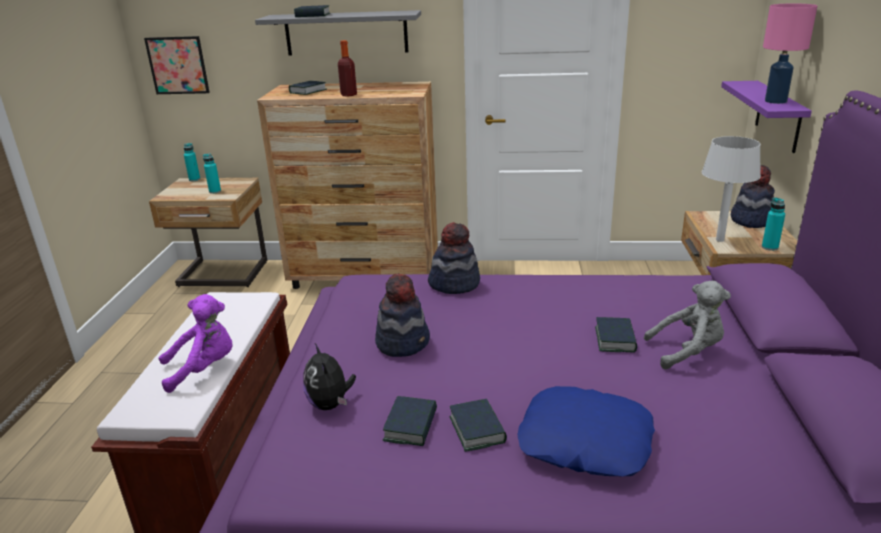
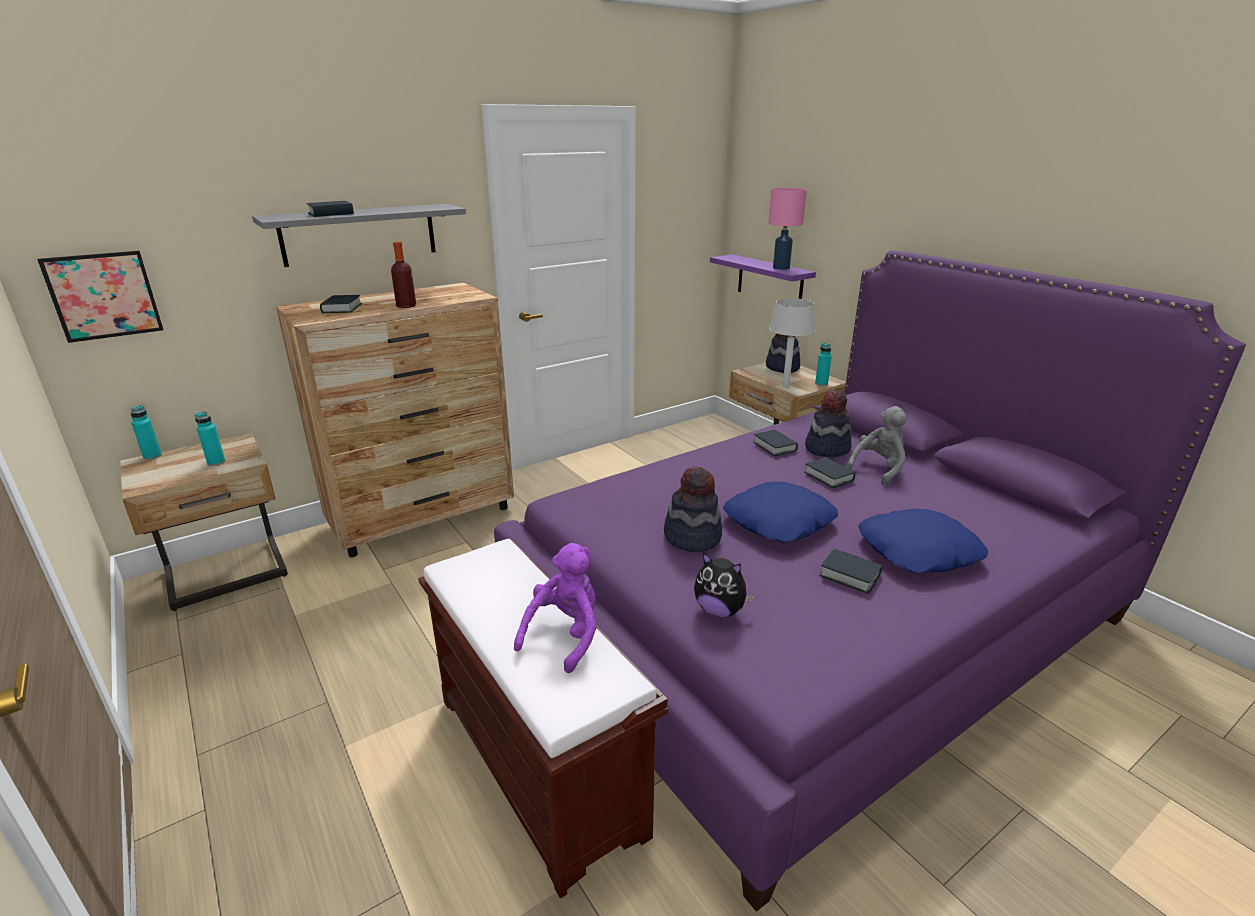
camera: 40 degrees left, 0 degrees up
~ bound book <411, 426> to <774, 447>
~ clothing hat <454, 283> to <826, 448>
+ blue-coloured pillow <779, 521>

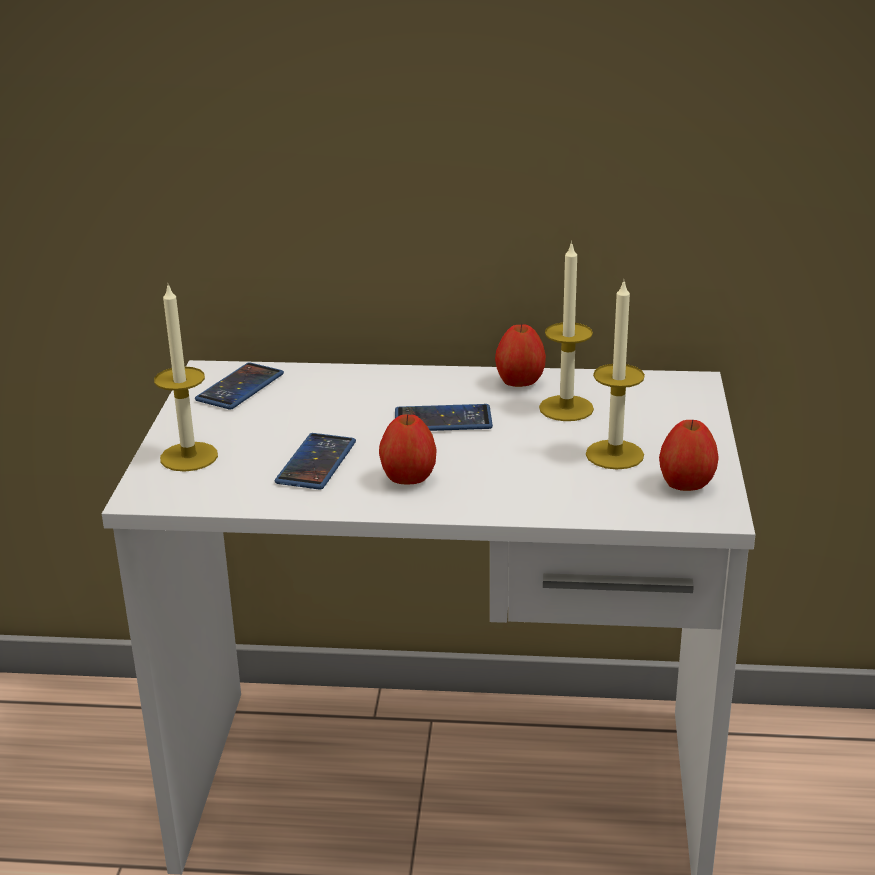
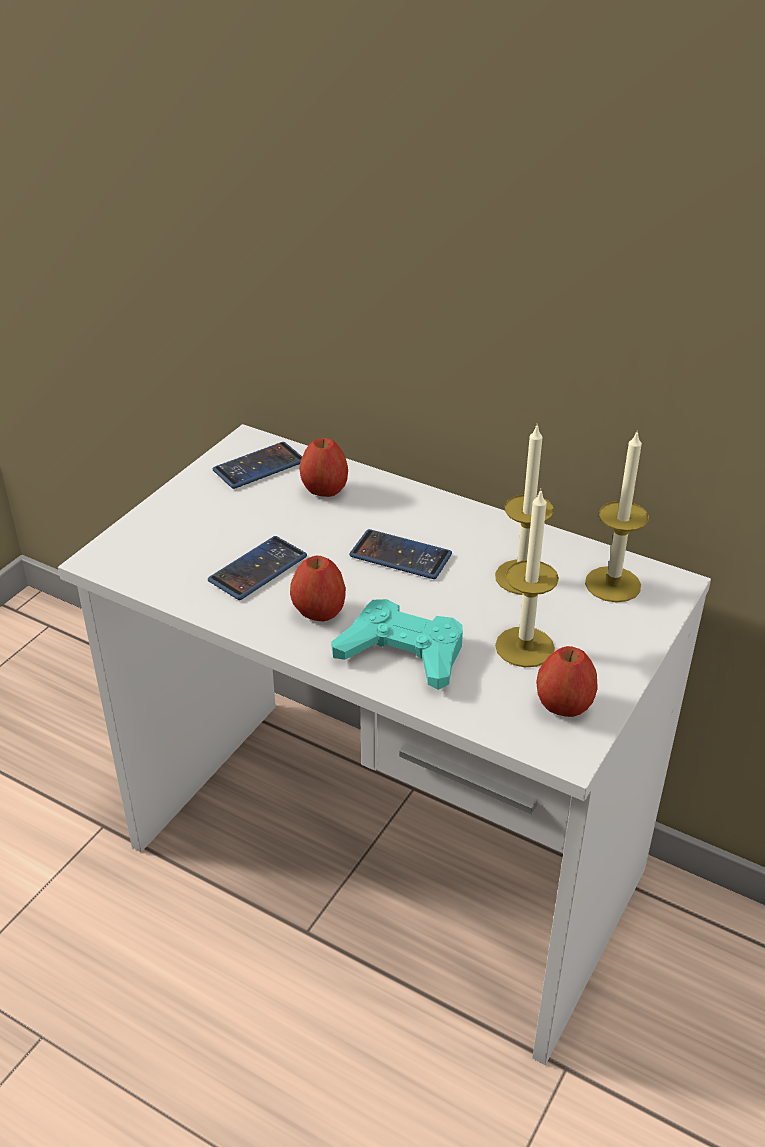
camera: 25 degrees right, 10 degrees up
~ wax candle <189, 457> to <612, 584>
~ whole apple <519, 383> to <324, 491>
+ turquoise-coloured game controller <402, 652>

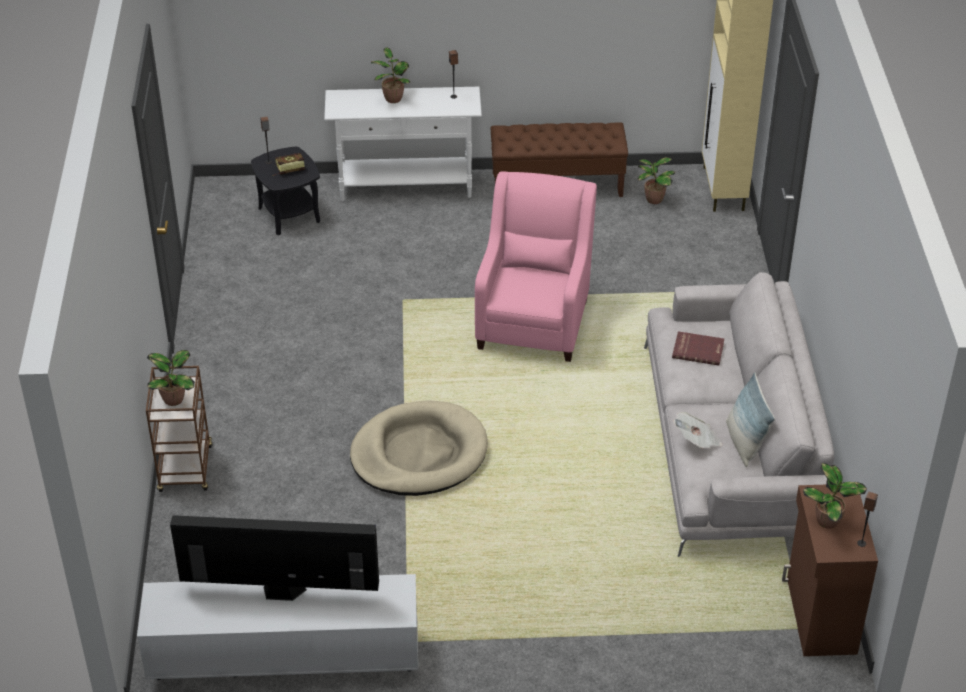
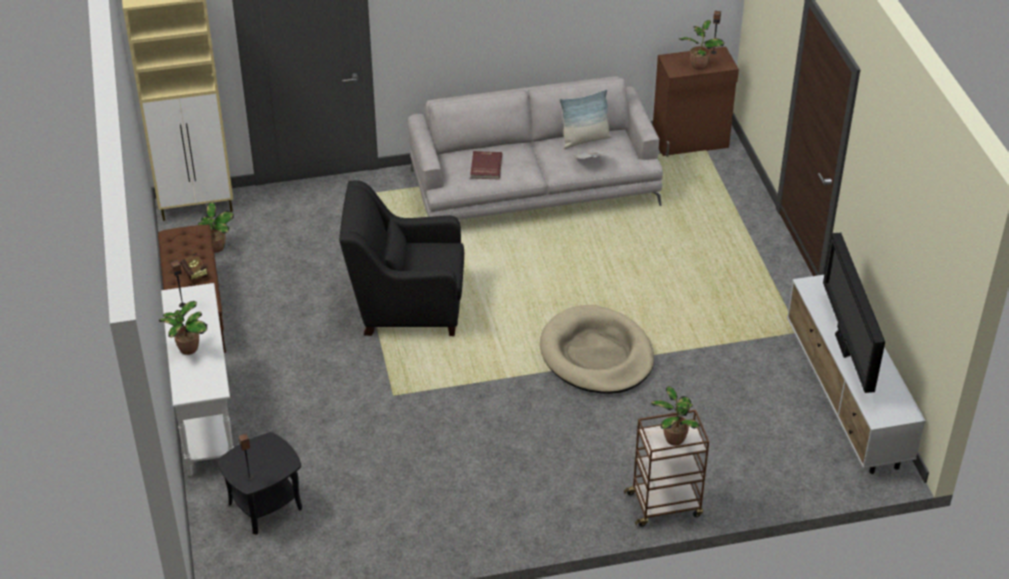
camera: 100 degrees left, 0 degrees up
~ bound book <287, 170> to <196, 276>
~ pink lounge chair <534, 320> to blackish lounge chair <407, 306>

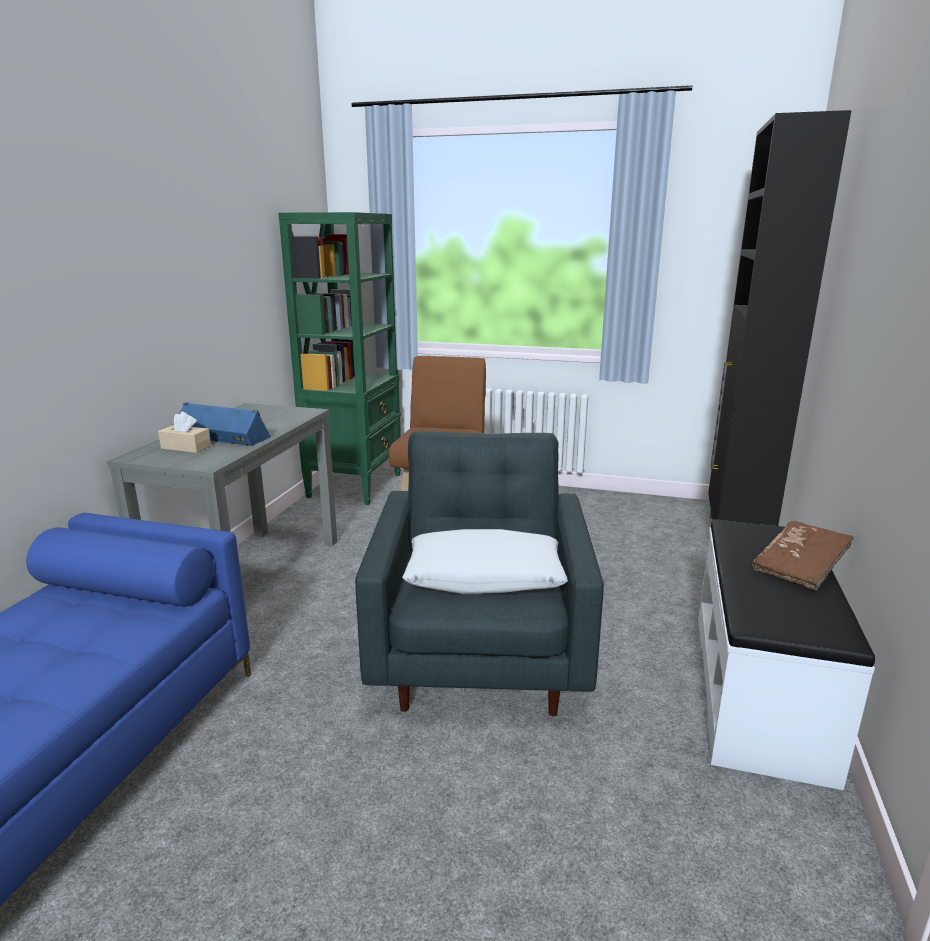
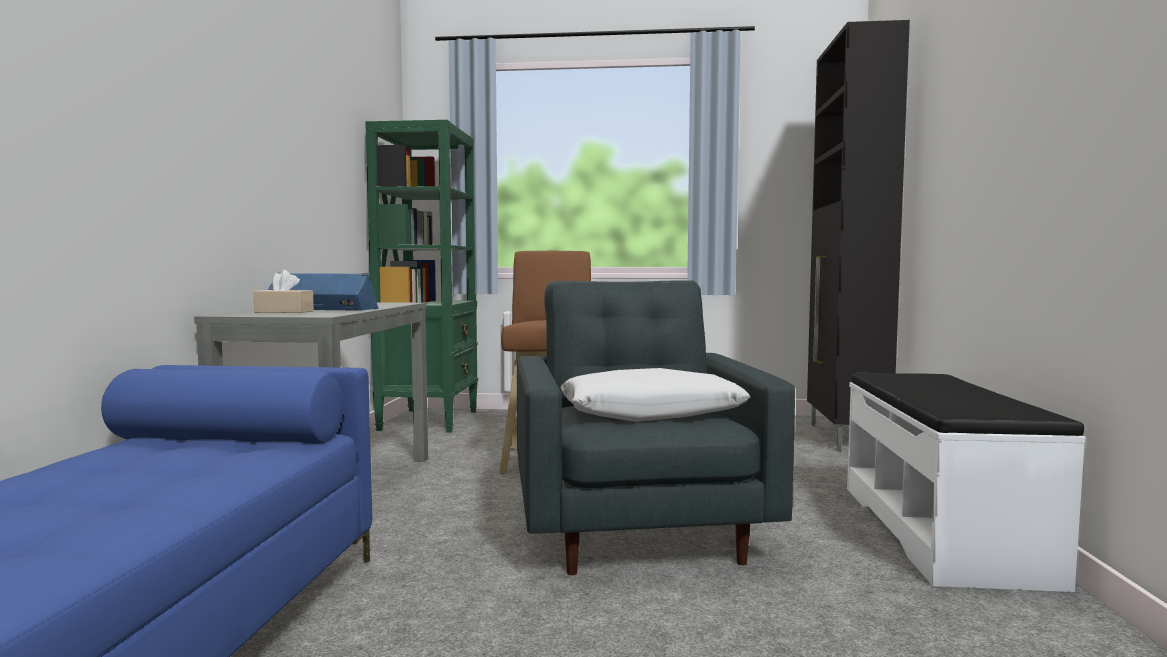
camera: 10 degrees left, 15 degrees down
- brown-coloured bound book <800, 568>

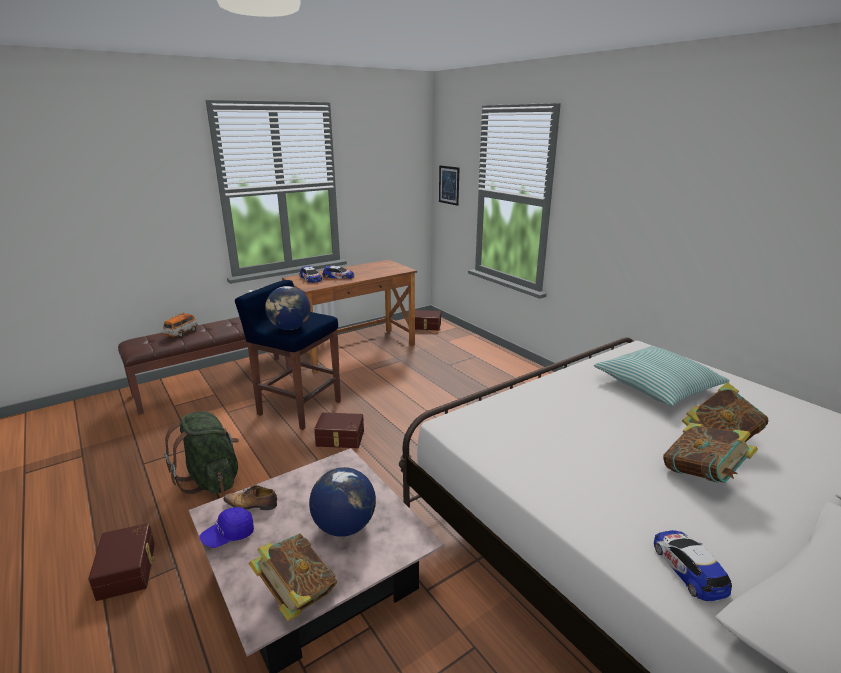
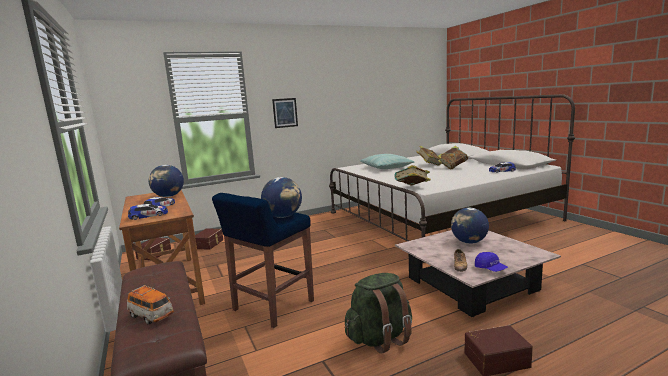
camera: 80 degrees left, 10 degrees down
~ bound book <296, 594> to <412, 188>
~ brown-coloured storage bin <340, 439> to <209, 244>
~ wall picture <449, 185> to <285, 113>
+ desk globe <168, 196>

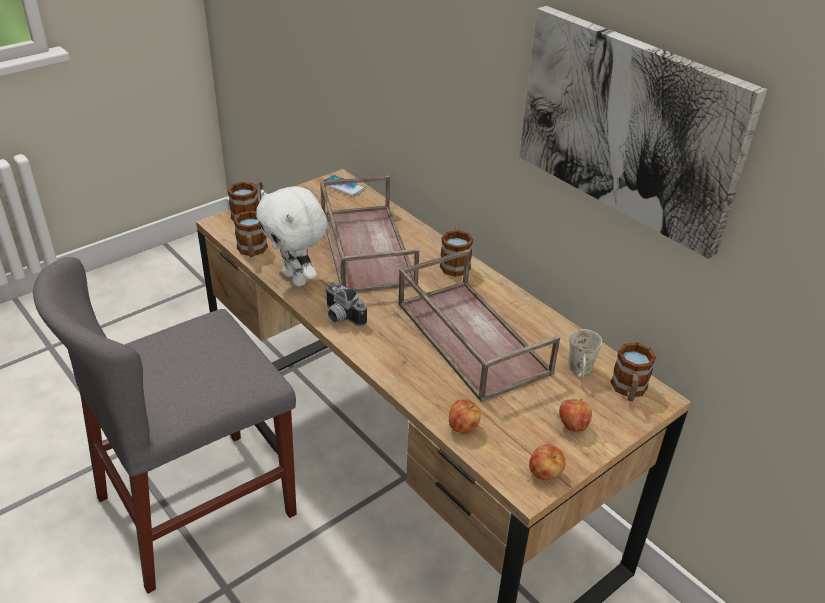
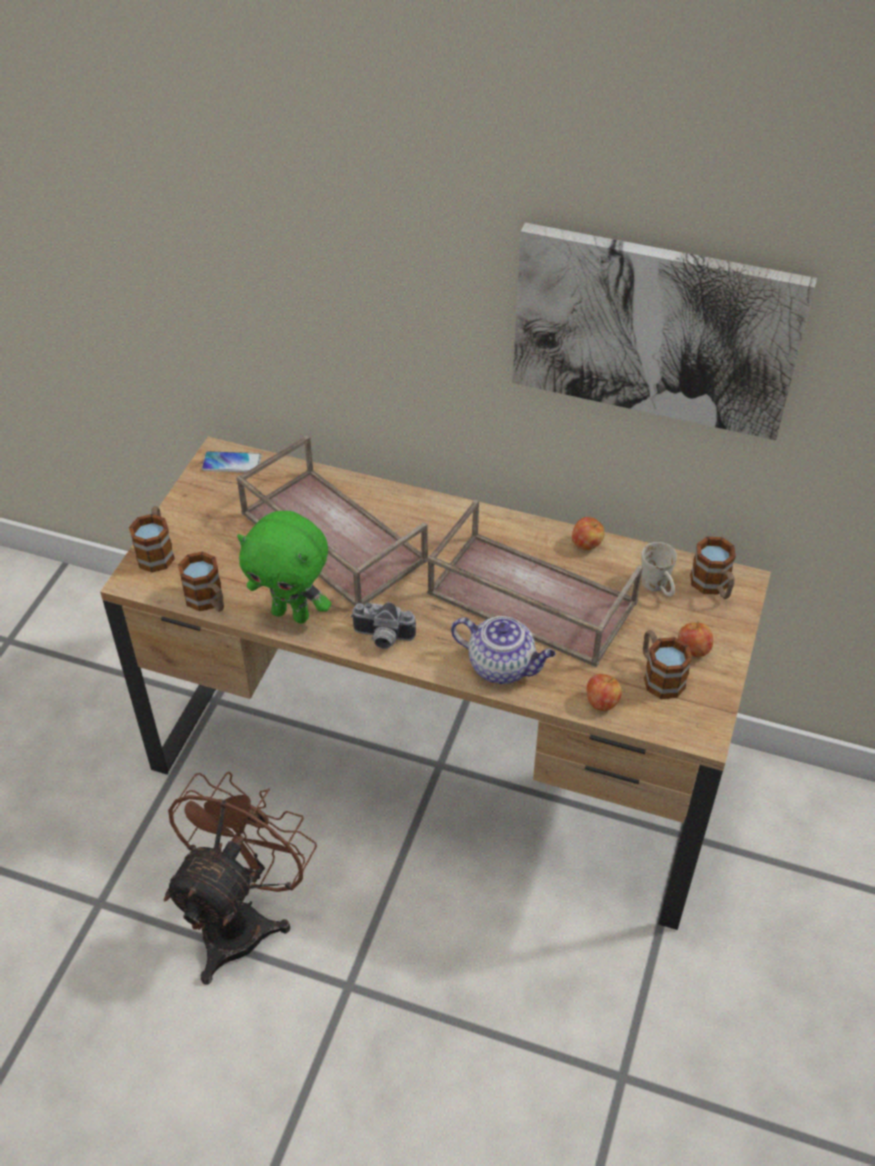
camera: 30 degrees left, 10 degrees up
~ gray upright chair <197, 506> to brown-coloured fan <242, 918>
~ white soft toy <296, 279> to green soft toy <292, 614>
~ mug <455, 263> to <659, 676>
~ whole apple <545, 474> to <586, 544>
+ pot for tea <502, 666>

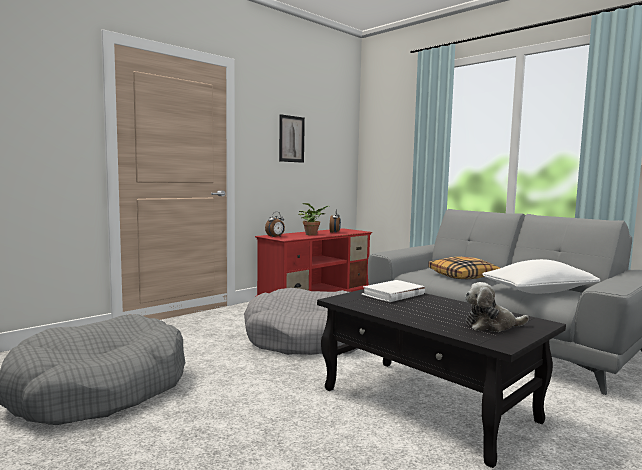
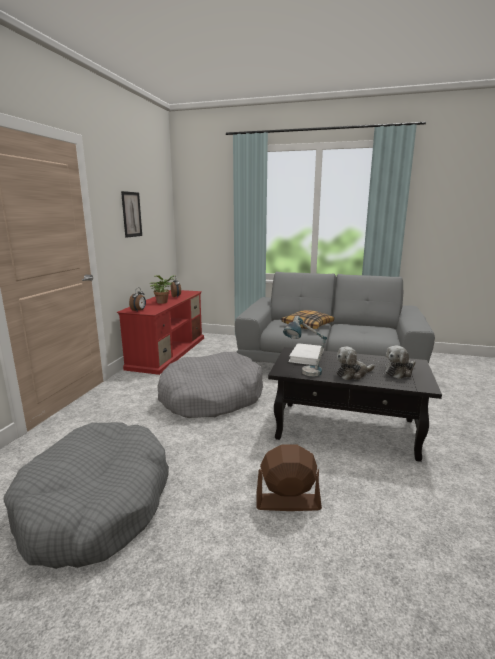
camera: 30 degrees left, 10 degrees up
- white pillow <538, 292>
+ brown-coloured fan <287, 502>
+ tabletop lamp <304, 374>
+ soft toy <352, 374>

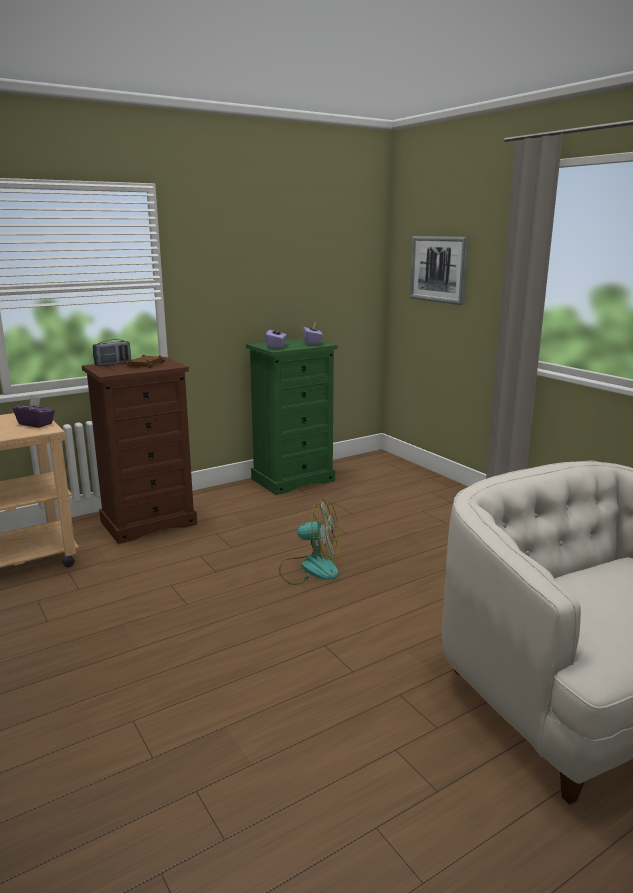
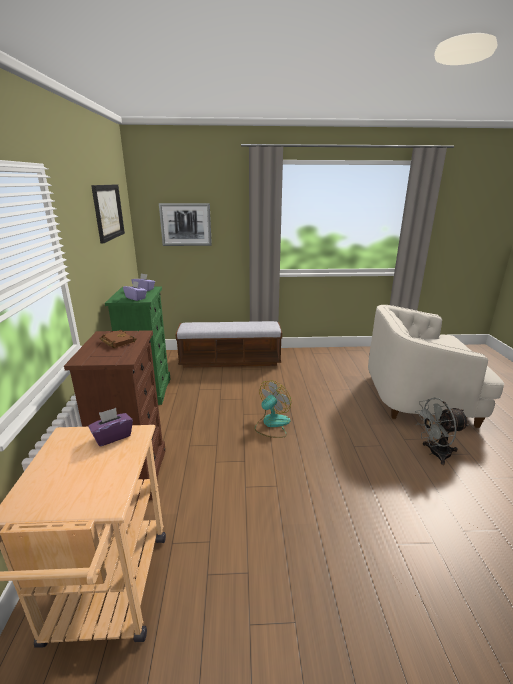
camera: 60 degrees left, 5 degrees up
- radio set <113, 364>
+ wall picture <108, 212>
+ long seat <230, 361>
+ gray fan <435, 453>

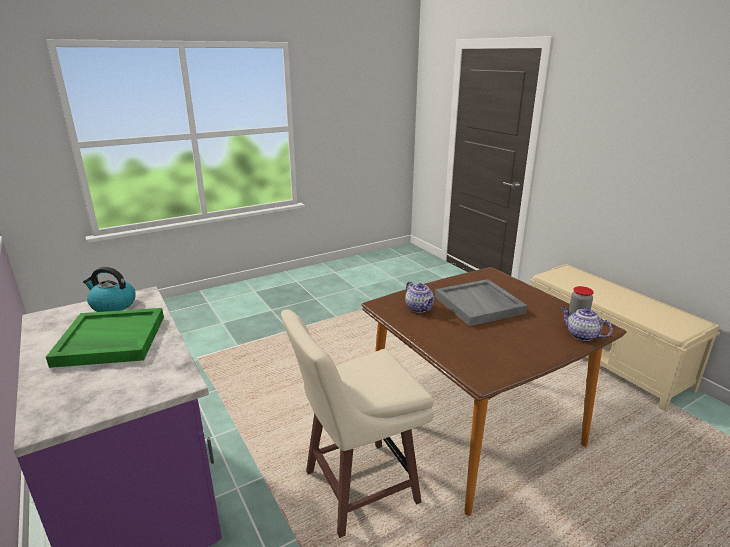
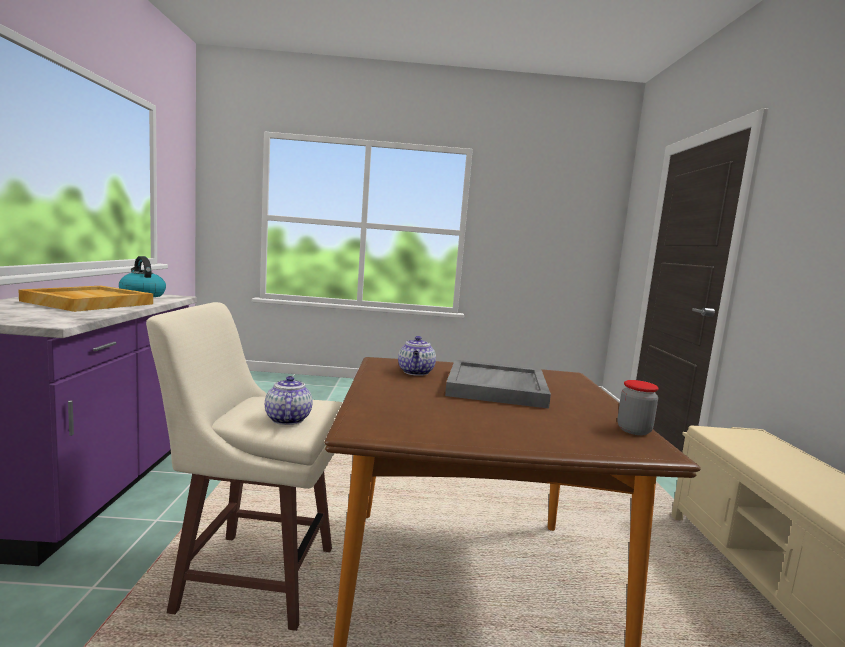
camera: 30 degrees right, 15 degrees down
~ green tray <110, 340> to sand-coloured tray <87, 302>
~ pot for tea <581, 335> to <287, 419>

